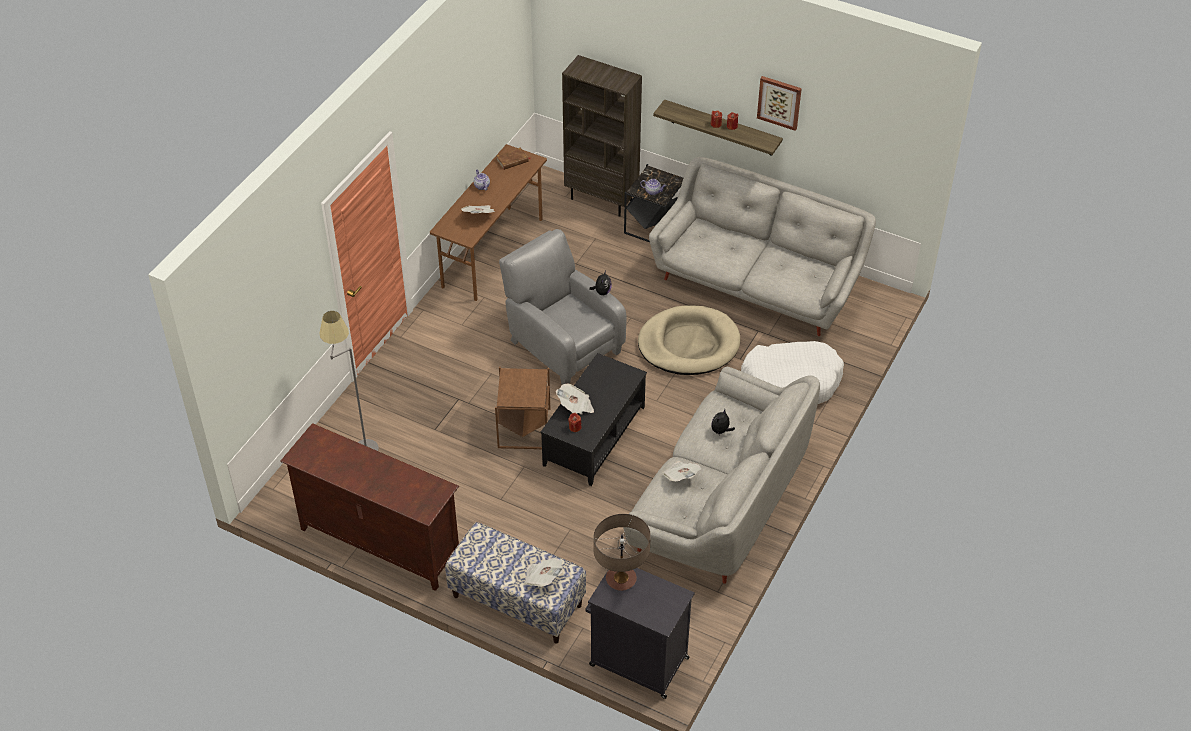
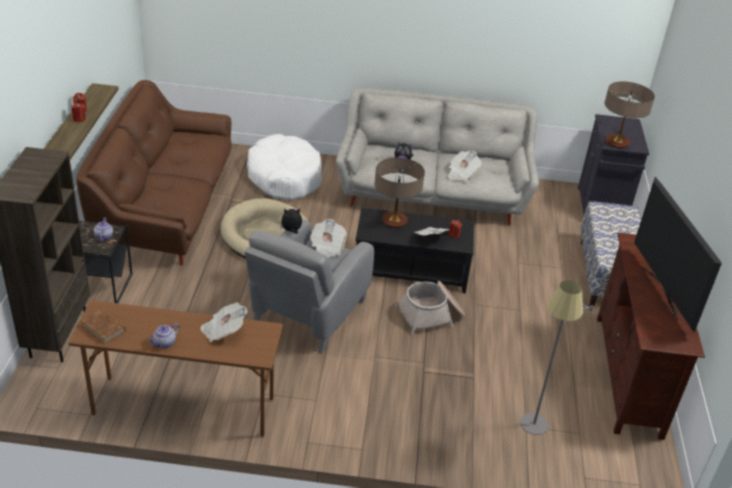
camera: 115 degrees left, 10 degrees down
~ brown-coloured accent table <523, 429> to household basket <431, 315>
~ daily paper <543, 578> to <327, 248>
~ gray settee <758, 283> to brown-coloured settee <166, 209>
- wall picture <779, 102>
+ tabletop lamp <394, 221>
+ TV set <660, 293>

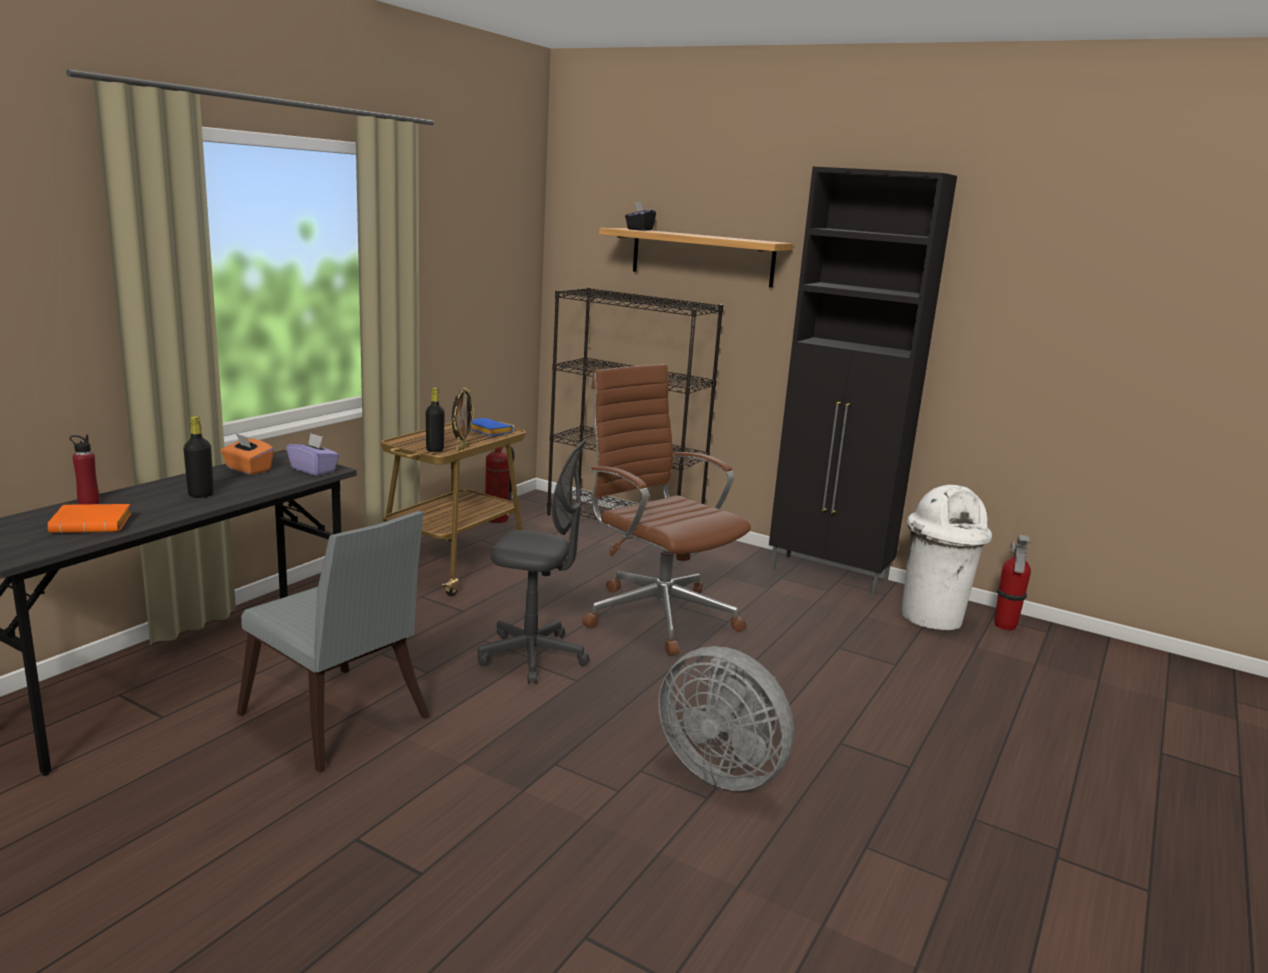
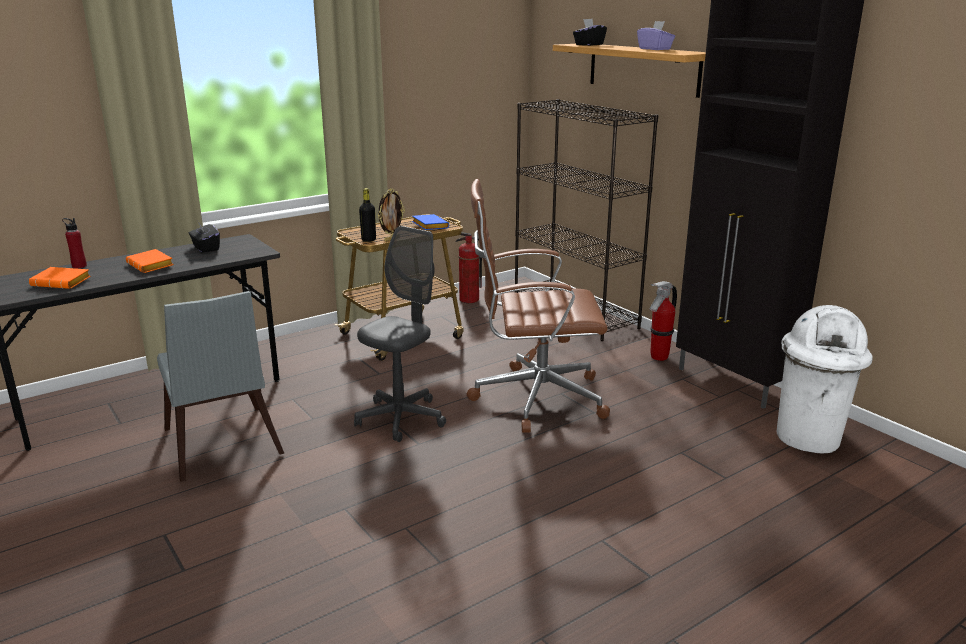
camera: 25 degrees right, 5 degrees up
~ blackish beverage bottle <201, 495> to orange bound book <152, 265>
~ orange box of tissues <248, 469> to blackish box of tissues <205, 248>
~ purple-coloured box of tissues <314, 470> to <655, 49>
~ gray computer chair <532, 657> = <401, 419> 90 degrees counterclockwise
~ brown-coloured computer chair <657, 615> = <535, 398> 75 degrees counterclockwise
- gray fan <722, 770>
~ fire extinguisher <1005, 626> to <658, 357>

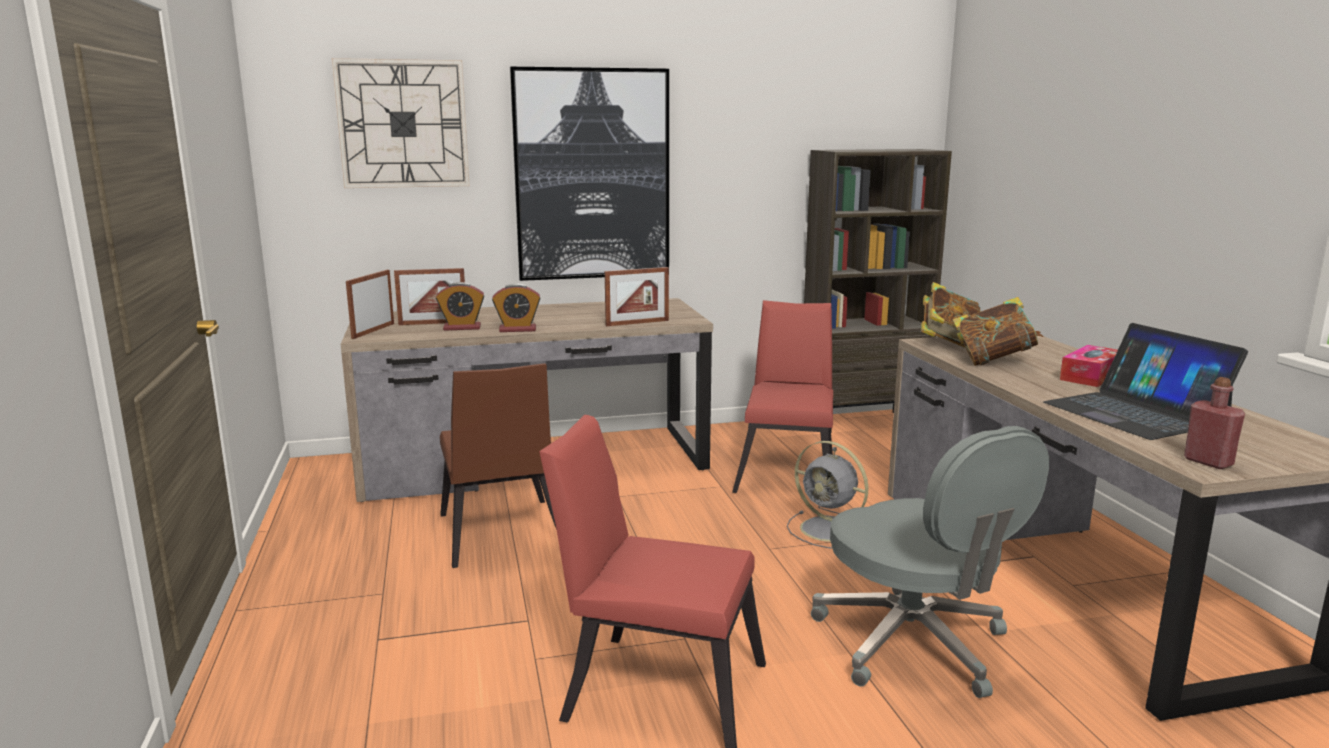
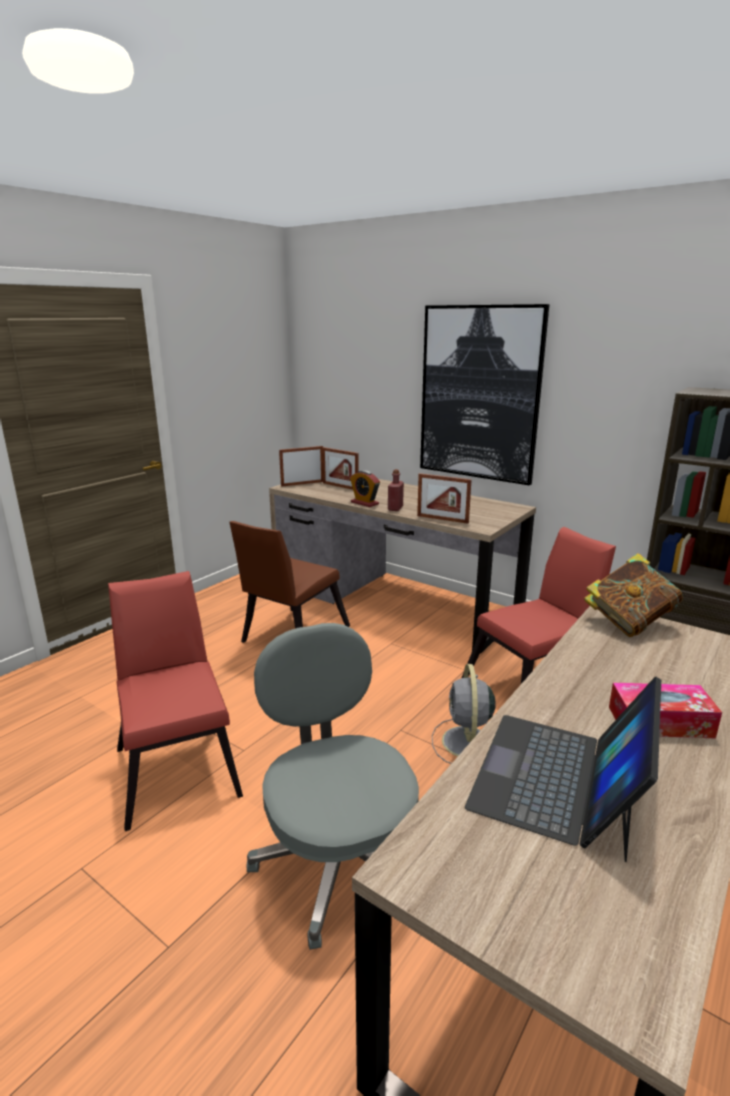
camera: 50 degrees right, 5 degrees up
- wall clock <403, 124>
- alarm clock <462, 327>
~ gray computer chair <914, 644> = <338, 859> 135 degrees clockwise
- bound book <993, 361>
~ red-coloured beverage bottle <1208, 462> to <395, 508>

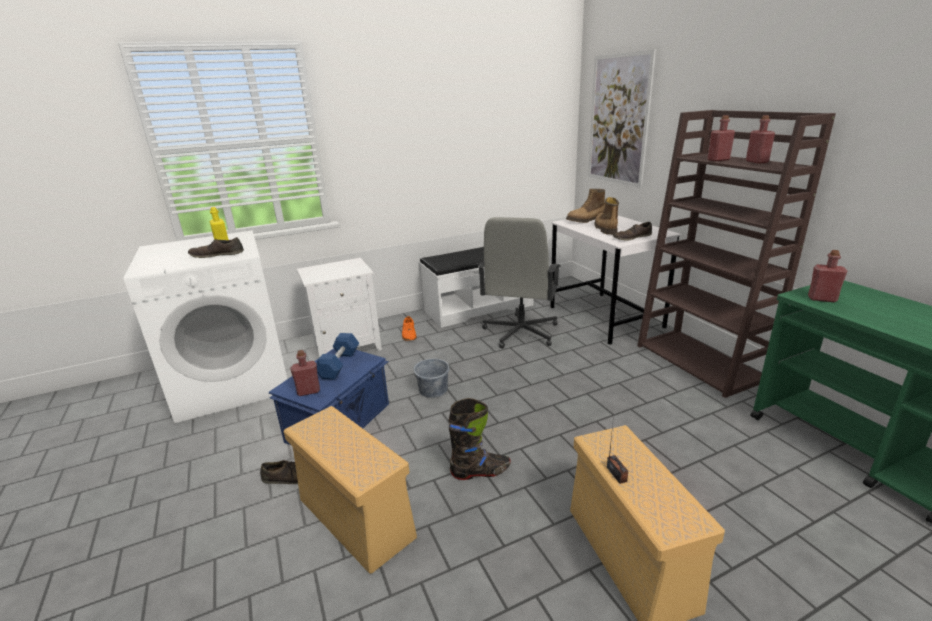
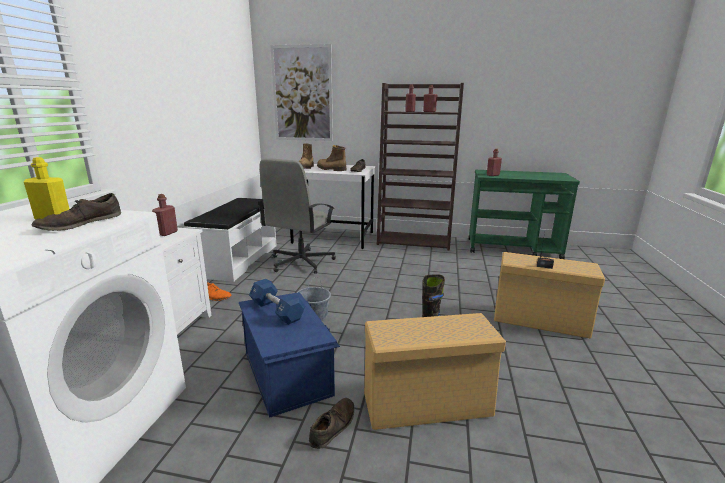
camera: 55 degrees left, 5 degrees down
~ red-coloured beverage bottle <308, 391> to <167, 233>
~ gray computer chair <520, 332> = <300, 262> 60 degrees clockwise

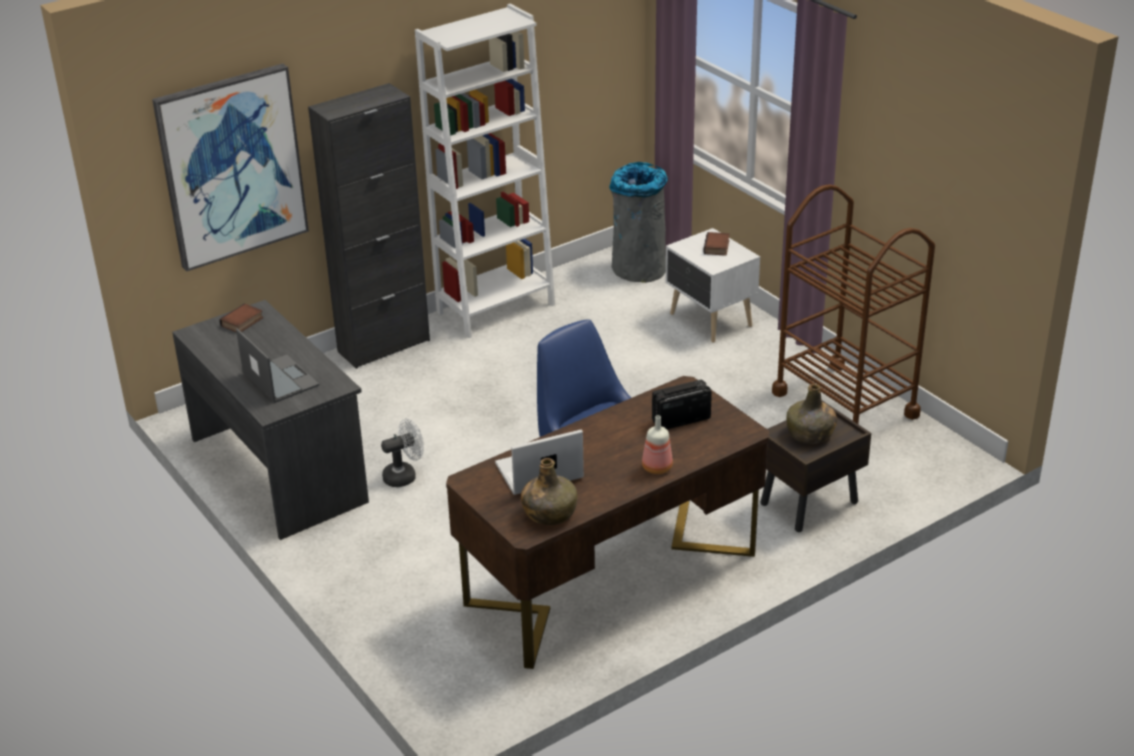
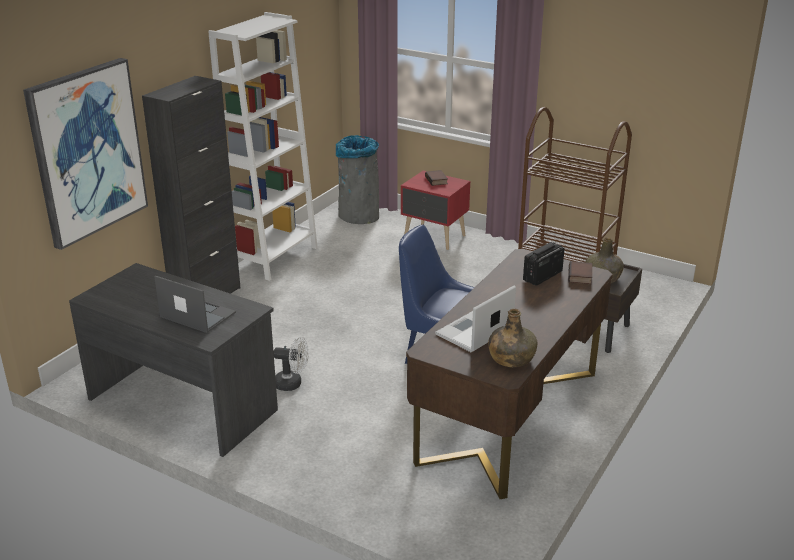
camera: 25 degrees left, 5 degrees down
~ bound book <242, 322> to <581, 276>
~ white fan <404, 476> = <292, 384> 60 degrees clockwise
- beverage bottle <656, 468>
~ white bedside table <710, 321> to red-coloured bedside table <434, 238>

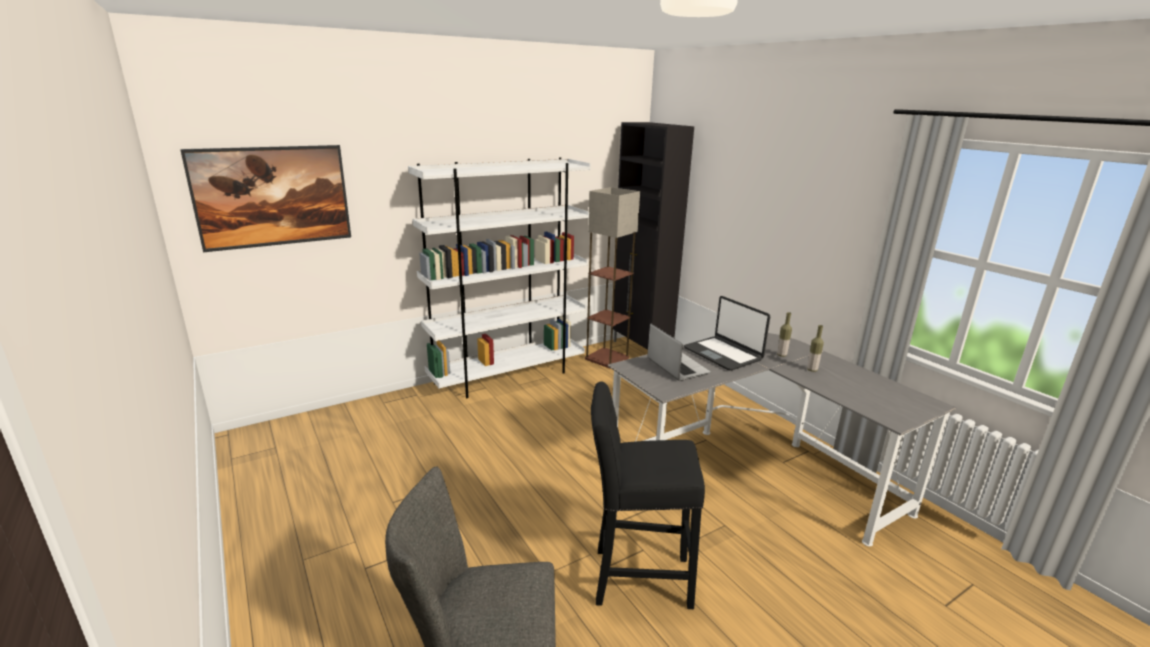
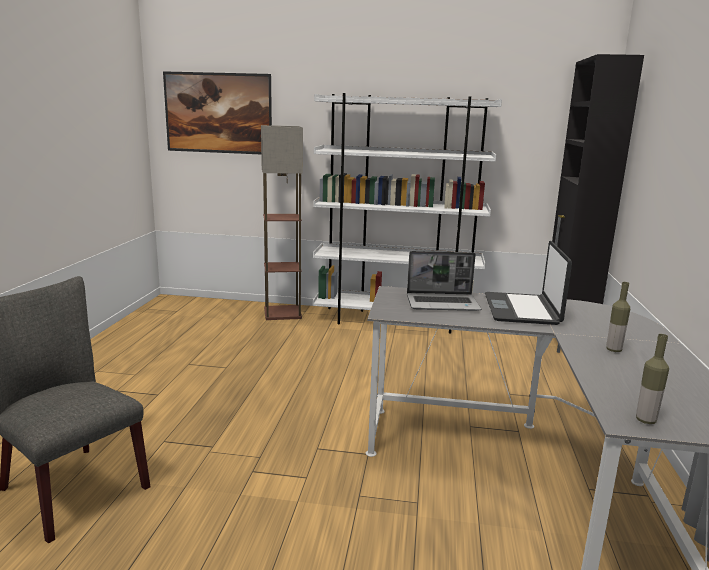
camera: 40 degrees right, 5 degrees down
~ standard lamp <606, 358> to <283, 313>
- blackish stool <636, 578>
~ laptop <676, 366> = <443, 303> 75 degrees clockwise
~ beverage bottle <781, 355> to <645, 420>

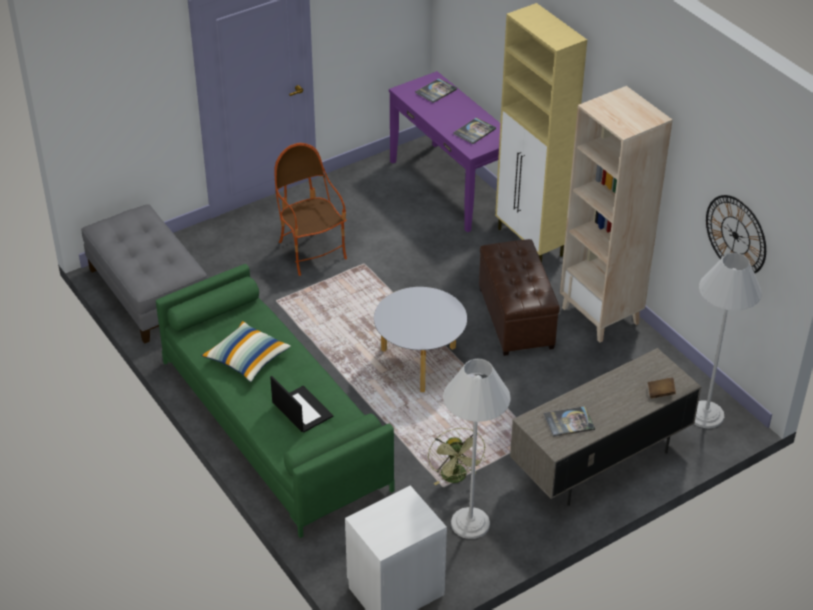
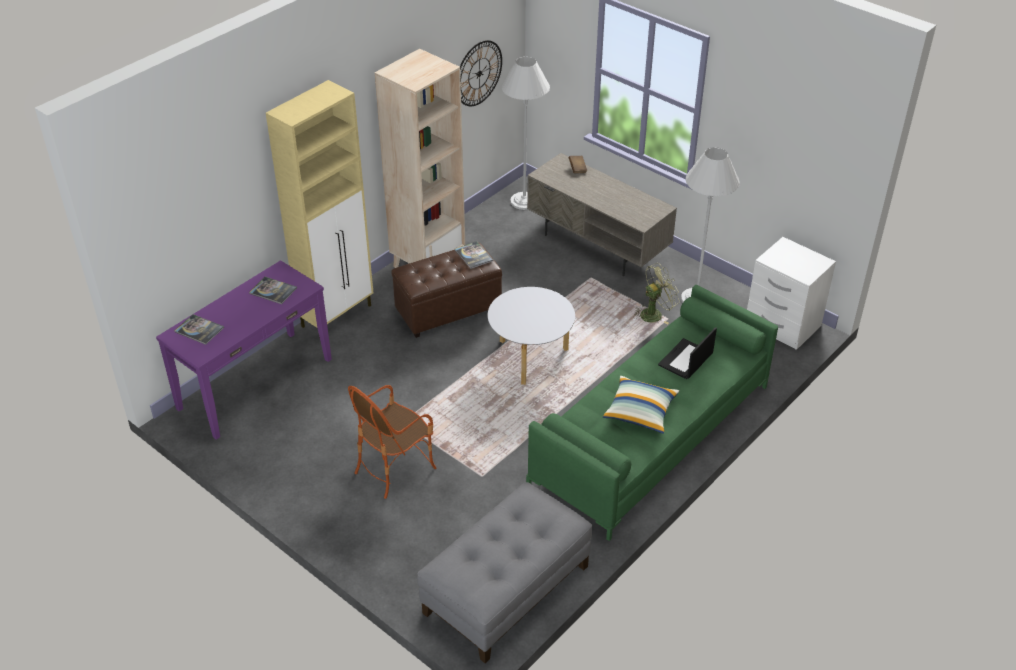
camera: 105 degrees left, 0 degrees up
~ bound book <569, 422> to <473, 255>

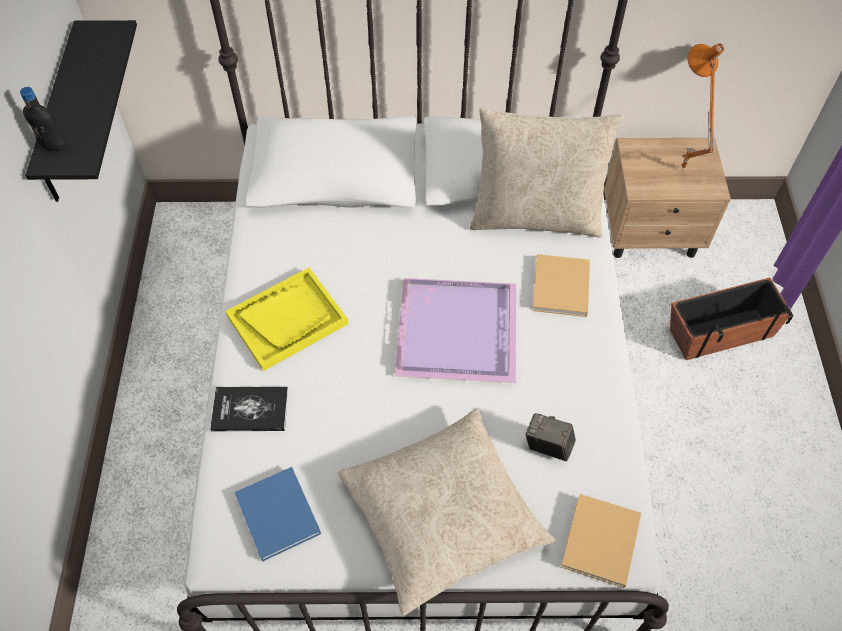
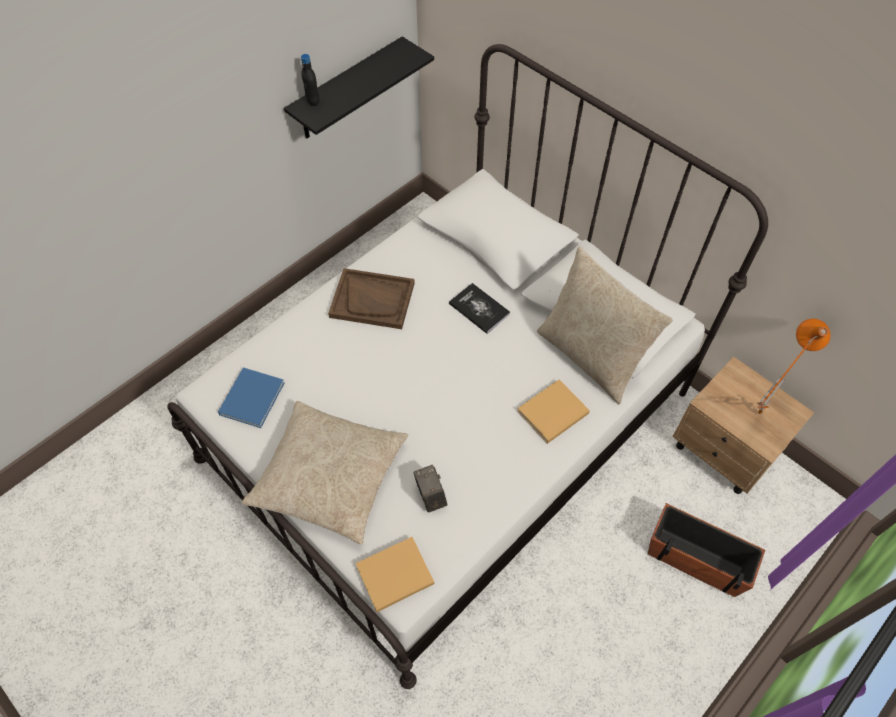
camera: 45 degrees right, 0 degrees up
~ bound book <250, 410> to <479, 309>
~ yellow-coloured tray <287, 319> to brown-coloured tray <372, 300>
- purple-coloured tray <455, 329>

